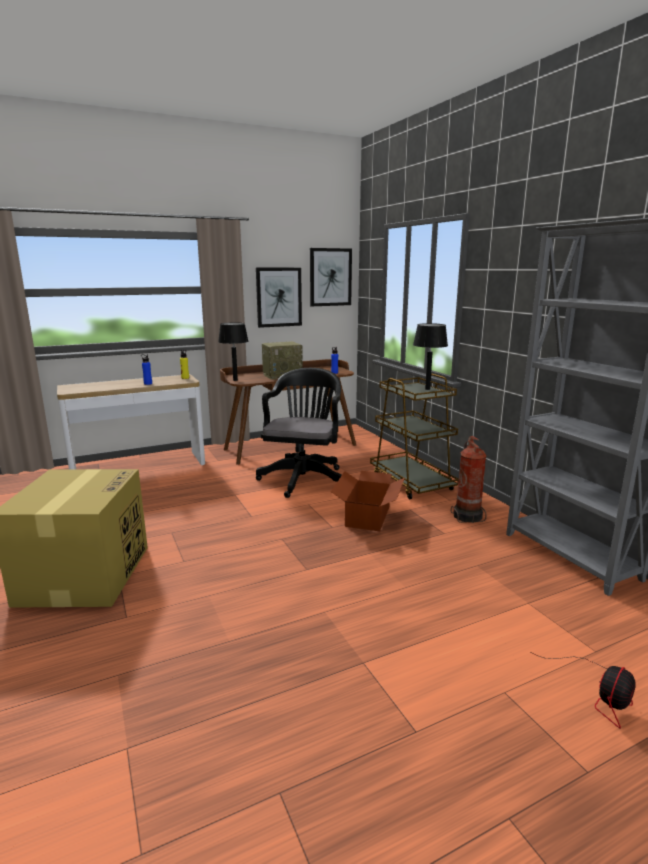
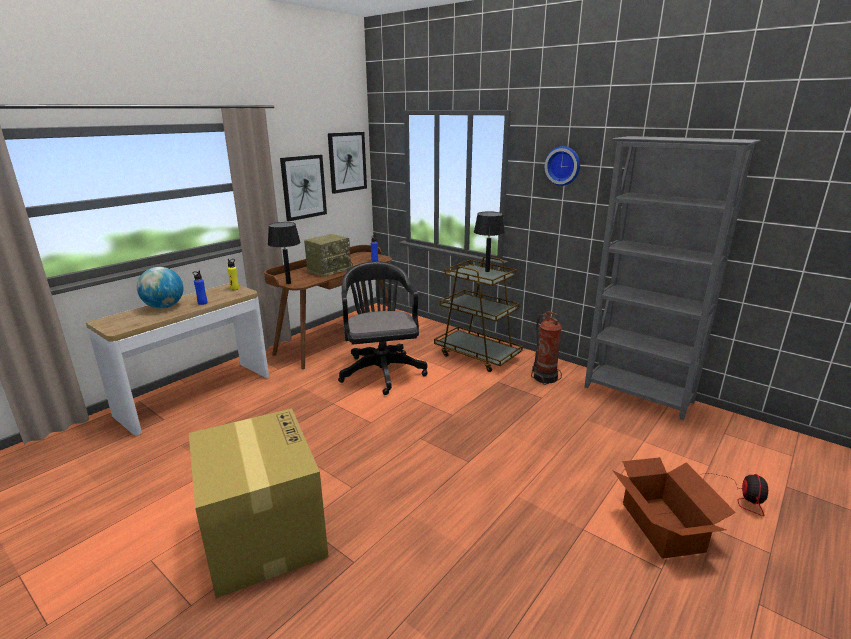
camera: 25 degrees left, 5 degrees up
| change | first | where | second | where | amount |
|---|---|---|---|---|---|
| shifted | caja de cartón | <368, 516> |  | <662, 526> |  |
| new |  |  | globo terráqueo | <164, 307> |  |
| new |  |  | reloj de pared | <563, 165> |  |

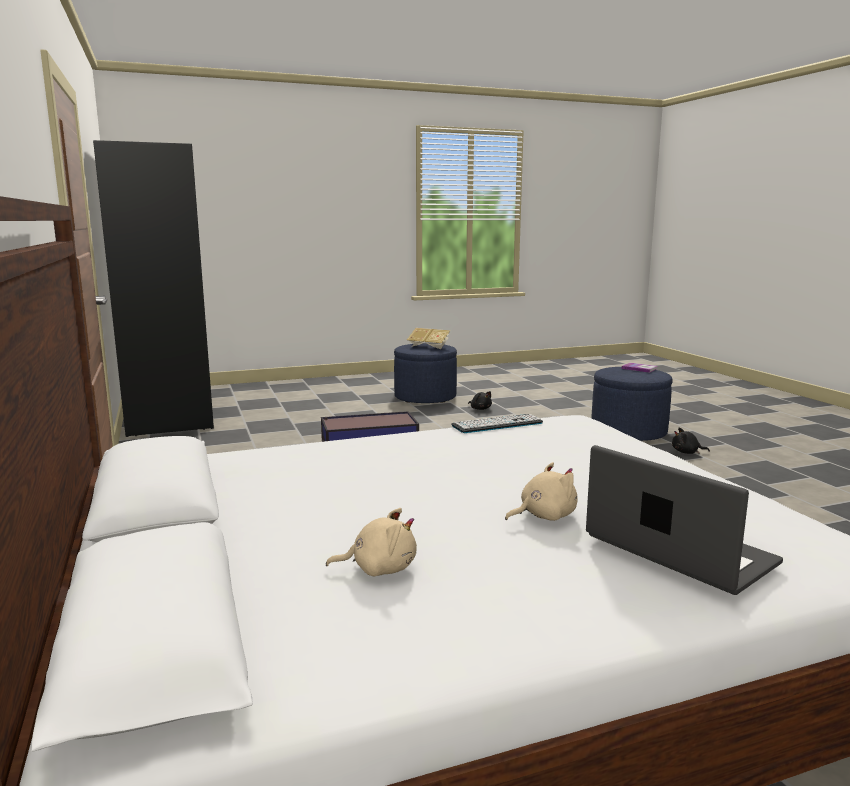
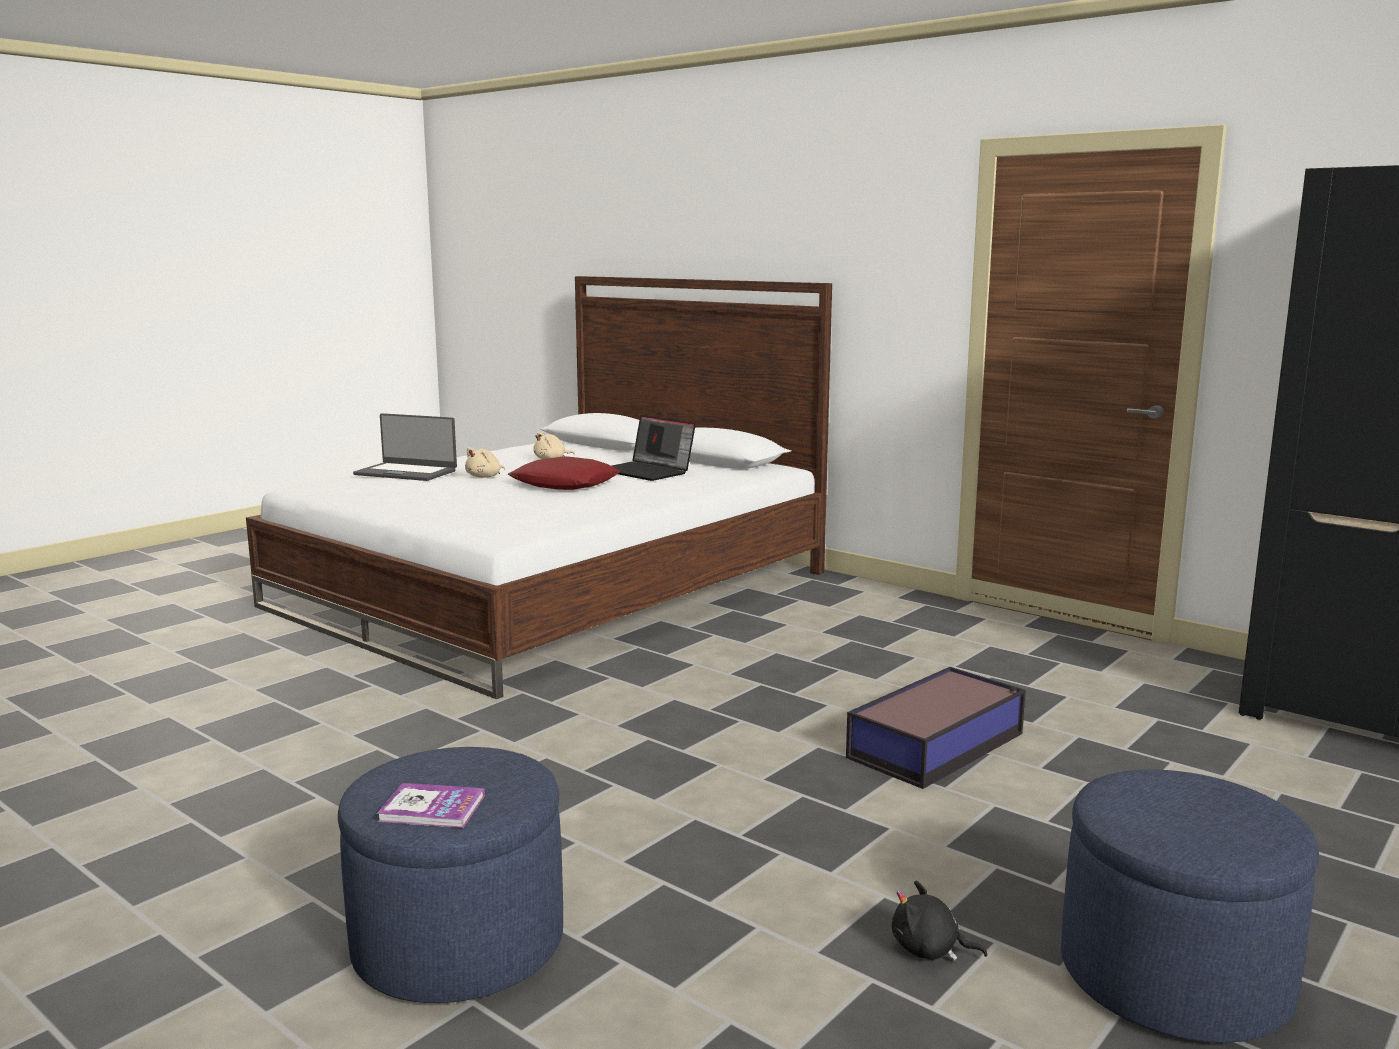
camera: 150 degrees right, 0 degrees up
| change | first | where | second | where | amount |
|---|---|---|---|---|---|
| gone | libro | <429, 347> |  |  |  |
| gone | teclado | <497, 424> |  |  |  |
| gone | peluche [negro] | <687, 452> |  |  |  |
| new |  |  | cojín [rojo] | <564, 484> |  |
| new |  |  | portátil | <648, 472> |  |

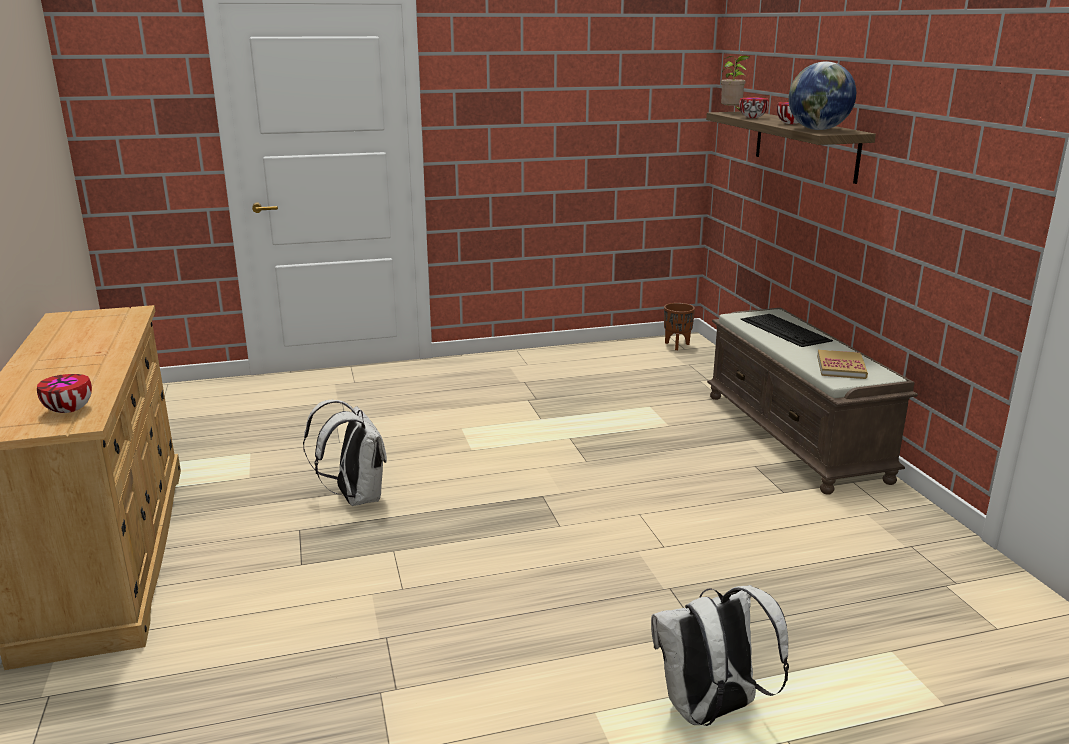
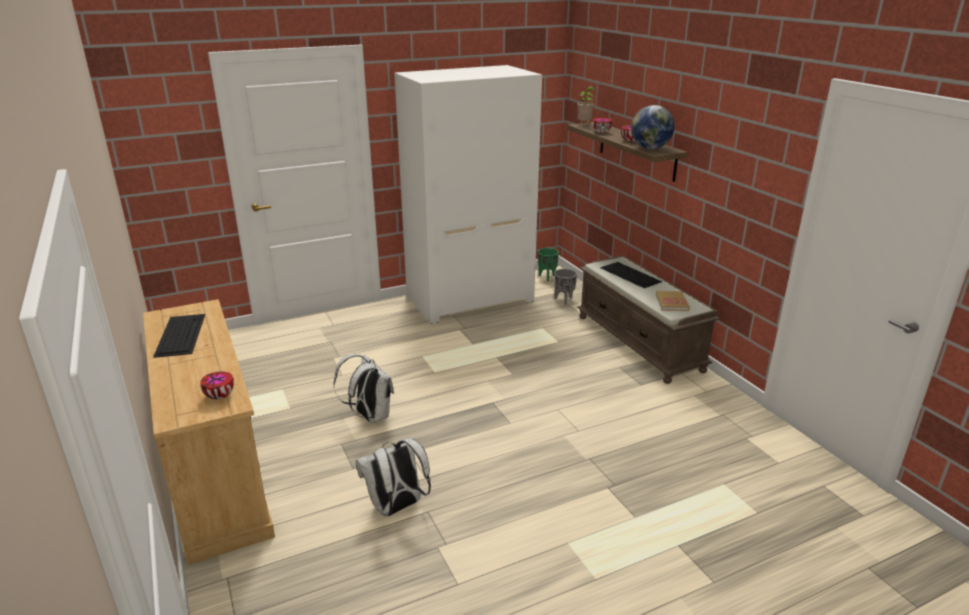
camera: 10 degrees left, 5 degrees up
| change | first | where | second | where | amount |
|---|---|---|---|---|---|
| shifted | mochila [blanco] | <710, 711> |  | <397, 507> |  |
| repainted | maceta [marrón] | <677, 345> | maceta [verde] | <547, 277> |  |
| new |  |  | teclado | <180, 334> |  |
| new |  |  | armario ropero [blanco] | <470, 298> |  |
| new |  |  | maceta [gris] | <564, 300> |  |

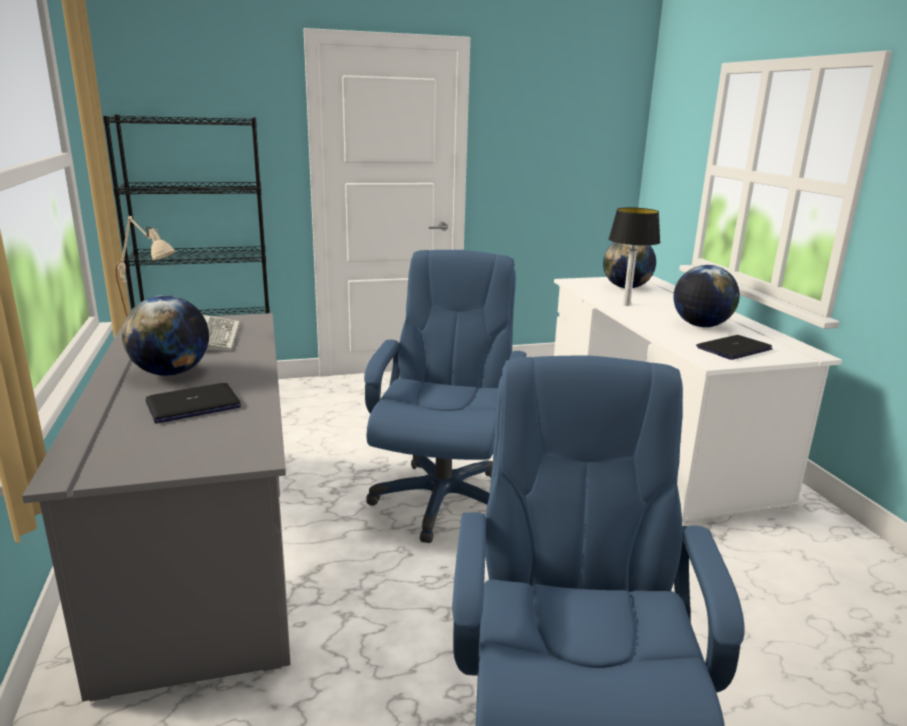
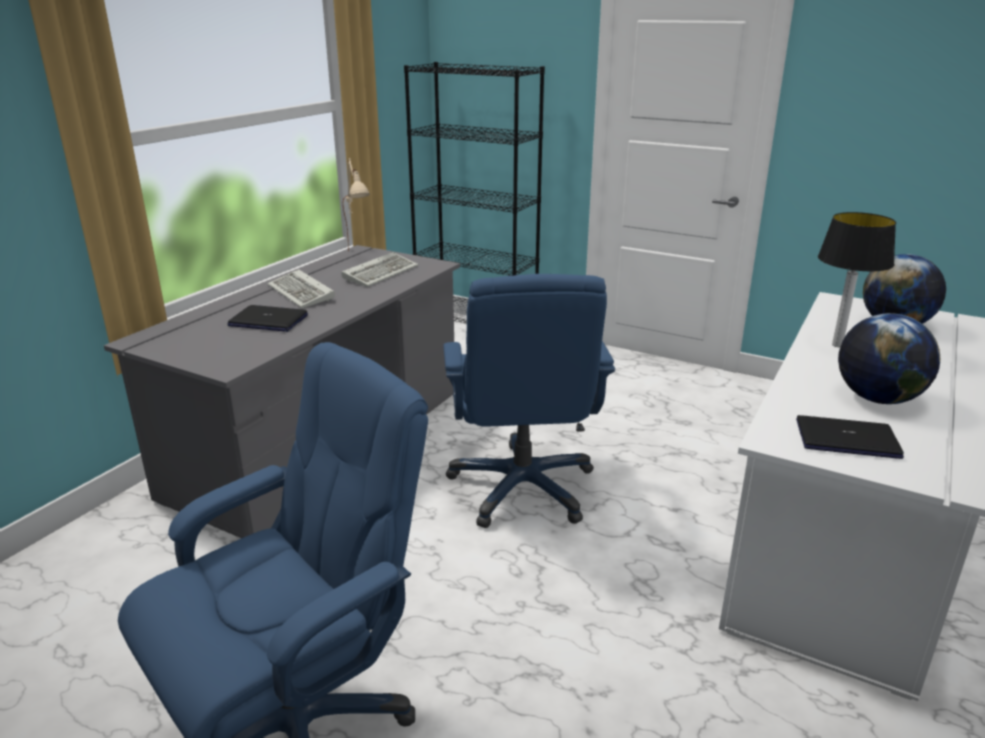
camera: 45 degrees right, 5 degrees up
| change | first | where | second | where | amount |
|---|---|---|---|---|---|
| swapped | globo terráqueo | <171, 373> | teclado | <303, 293> |  |
| rotated | silla de oficina [azul] | <442, 499> |  | <522, 488> | 120 degrees clockwise |

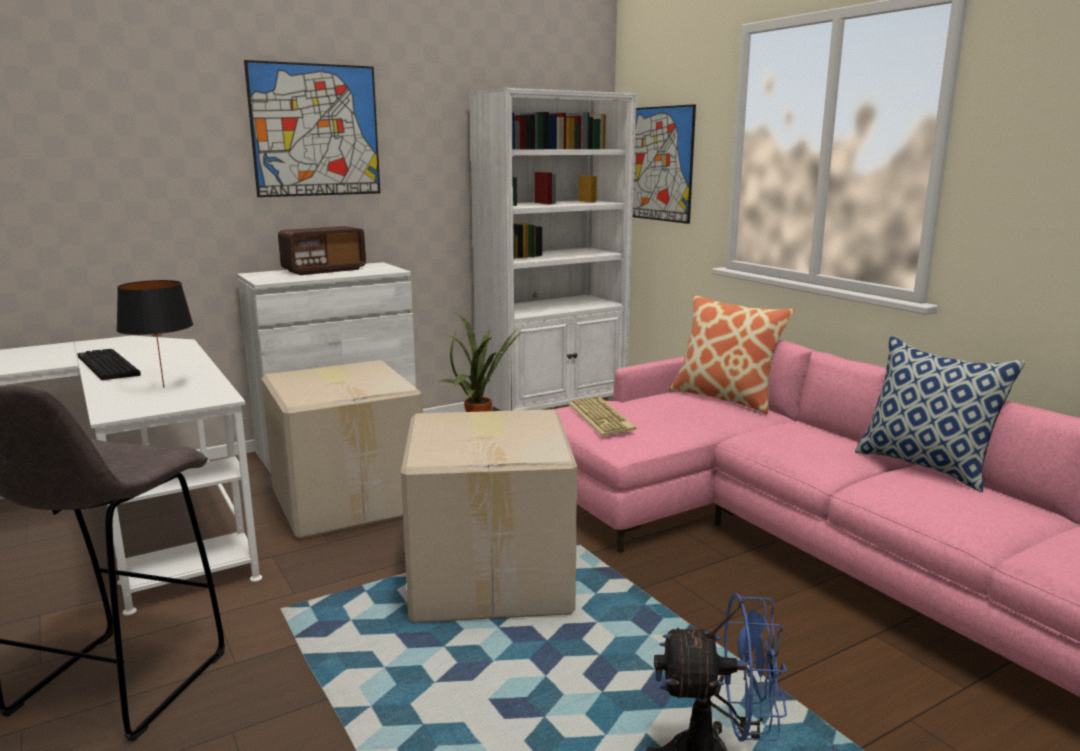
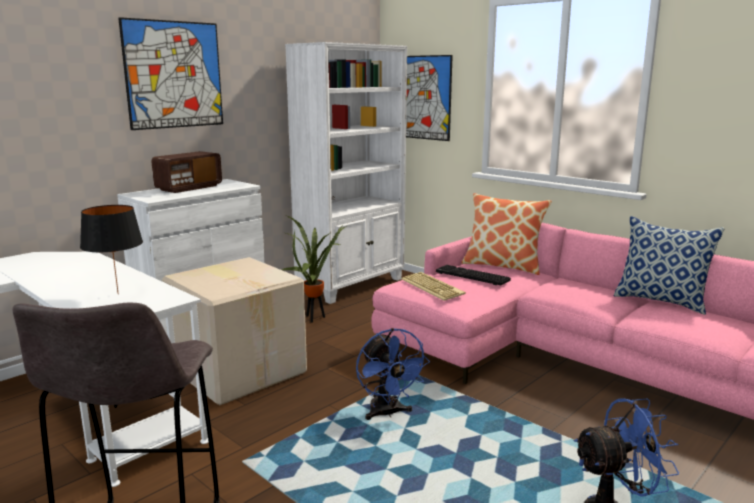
camera: 15 degrees left, 0 degrees up
| change | first | where | second | where | amount |
|---|---|---|---|---|---|
| shifted | teclado | <105, 366> |  | <471, 276> |  |
| swapped | caja de cartón | <492, 577> | ventilador [azul] | <387, 413> |  |

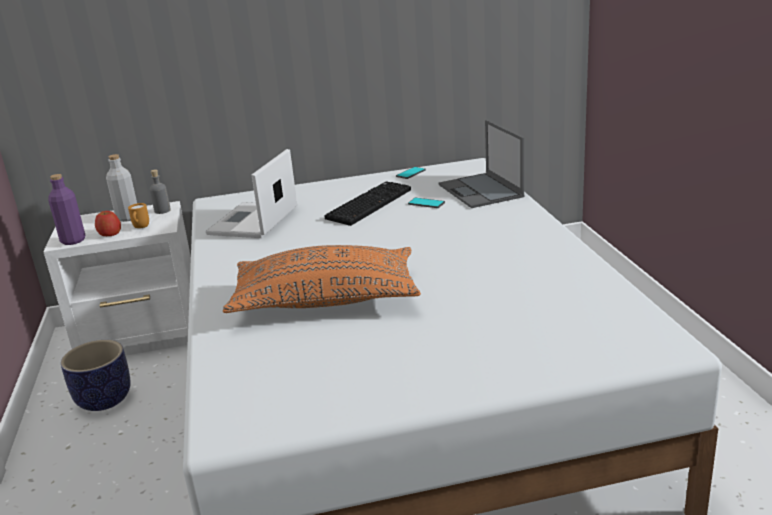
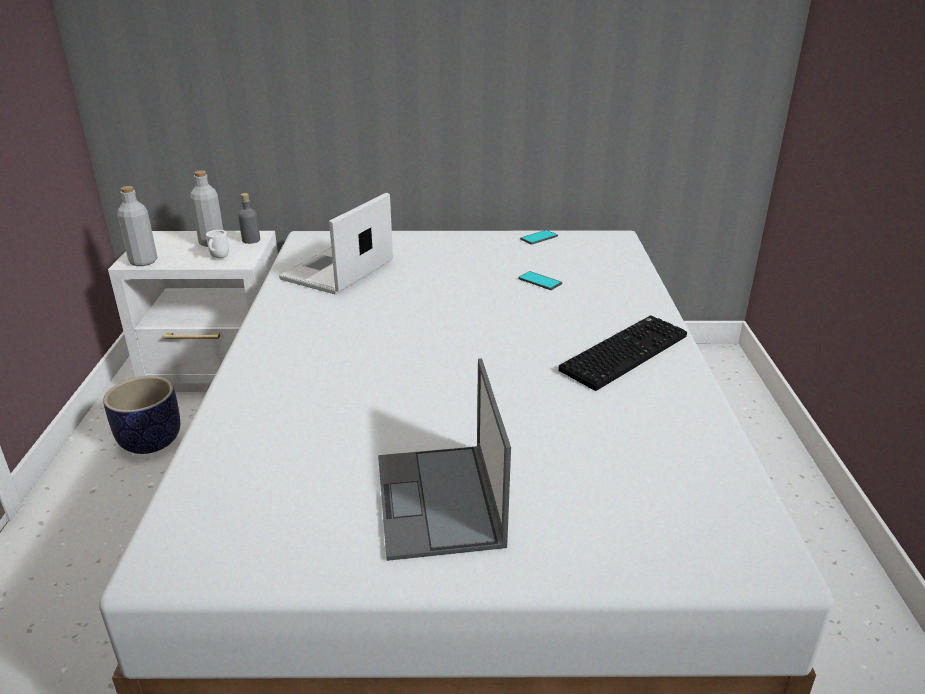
camera: 10 degrees right, 5 degrees up
| change | first | where | second | where | amount |
|---|---|---|---|---|---|
| repainted | botella [morado] | <73, 240> | botella [gris] | <143, 261> |  |
| gone | manzana | <110, 233> |  |  |  |
| repainted | taza grande [naranja] | <141, 228> | taza grande [blanco] | <218, 258> |  |
| gone | cojín [naranja] | <326, 300> |  |  |  |
| shifted | teclado | <368, 204> |  | <623, 352> |  |
| shifted | portátil | <481, 191> |  | <439, 502> |  |

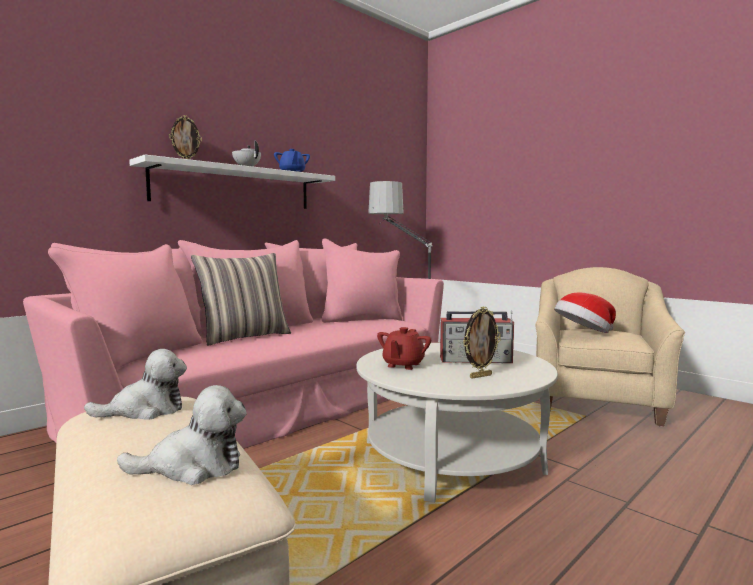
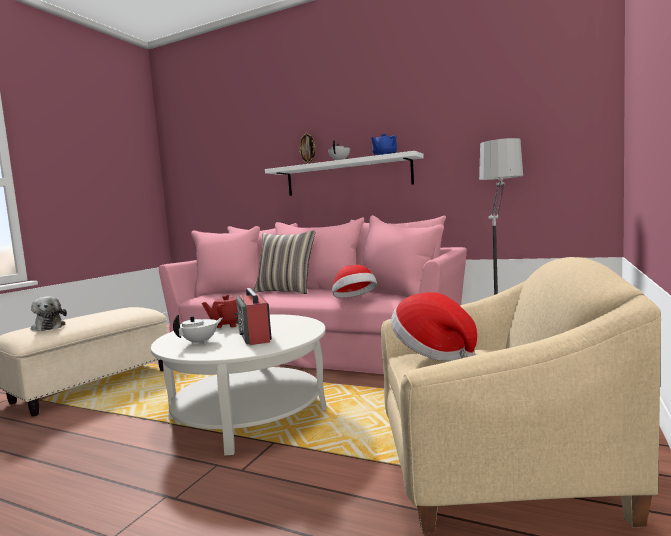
camera: 70 degrees right, 0 degrees up
| change | first | where | second | where | amount |
|---|---|---|---|---|---|
| gone | peluche | <145, 410> |  |  |  |
| swapped | portarretratos | <480, 376> | tetera [blanco] | <200, 342> |  |
| new |  |  | sombrero | <354, 300> |  |

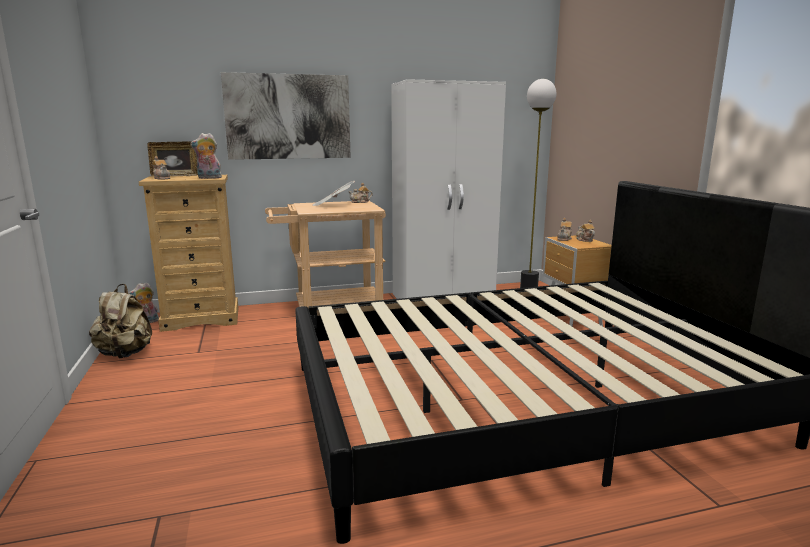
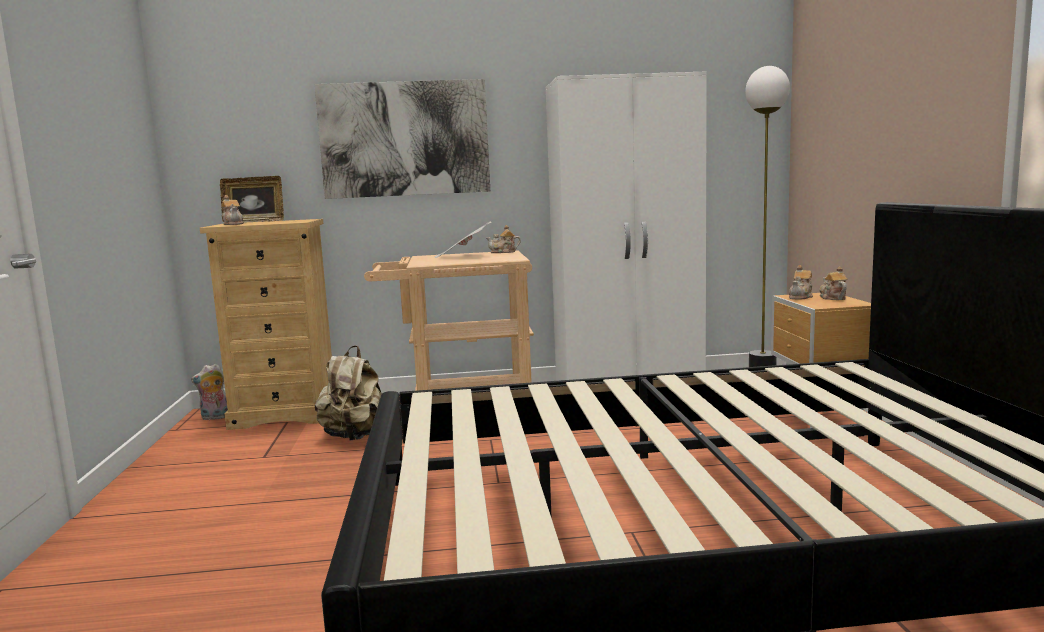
camera: 10 degrees right, 5 degrees down
| change | first | where | second | where | amount |
|---|---|---|---|---|---|
| shifted | mochila [beis] | <125, 354> |  | <354, 437> |  |
| gone | peluche | <208, 178> |  |  |  |

